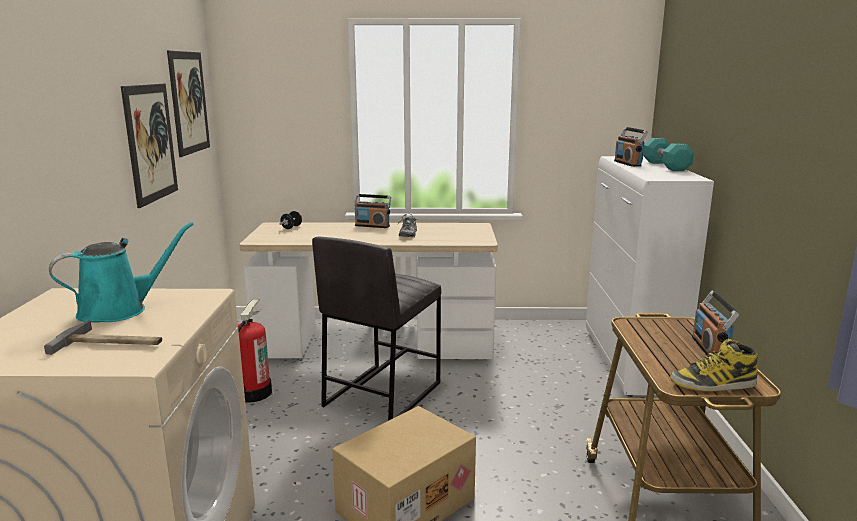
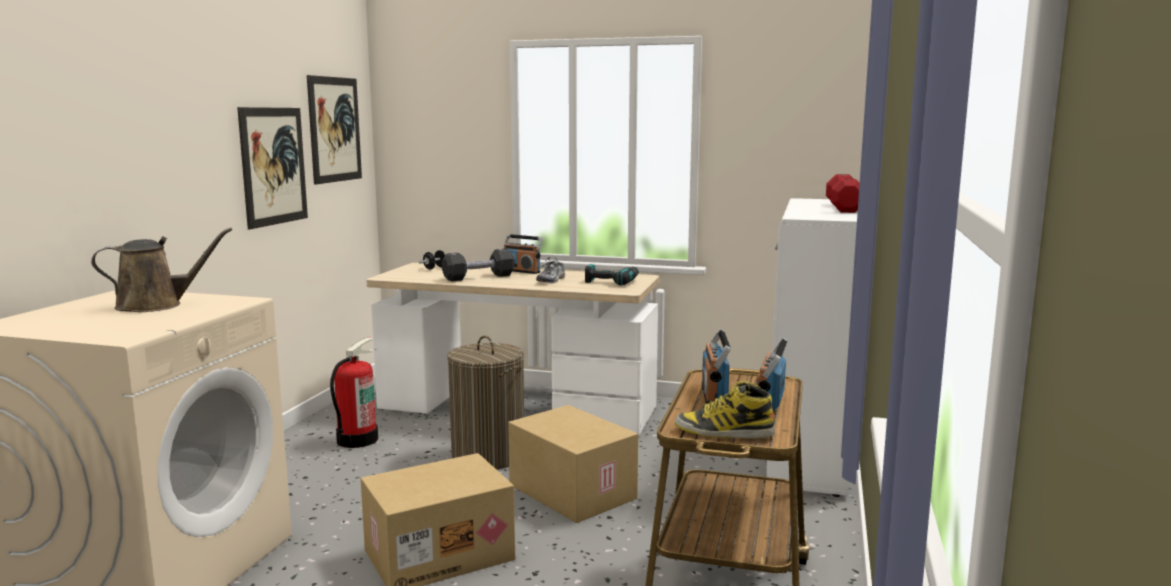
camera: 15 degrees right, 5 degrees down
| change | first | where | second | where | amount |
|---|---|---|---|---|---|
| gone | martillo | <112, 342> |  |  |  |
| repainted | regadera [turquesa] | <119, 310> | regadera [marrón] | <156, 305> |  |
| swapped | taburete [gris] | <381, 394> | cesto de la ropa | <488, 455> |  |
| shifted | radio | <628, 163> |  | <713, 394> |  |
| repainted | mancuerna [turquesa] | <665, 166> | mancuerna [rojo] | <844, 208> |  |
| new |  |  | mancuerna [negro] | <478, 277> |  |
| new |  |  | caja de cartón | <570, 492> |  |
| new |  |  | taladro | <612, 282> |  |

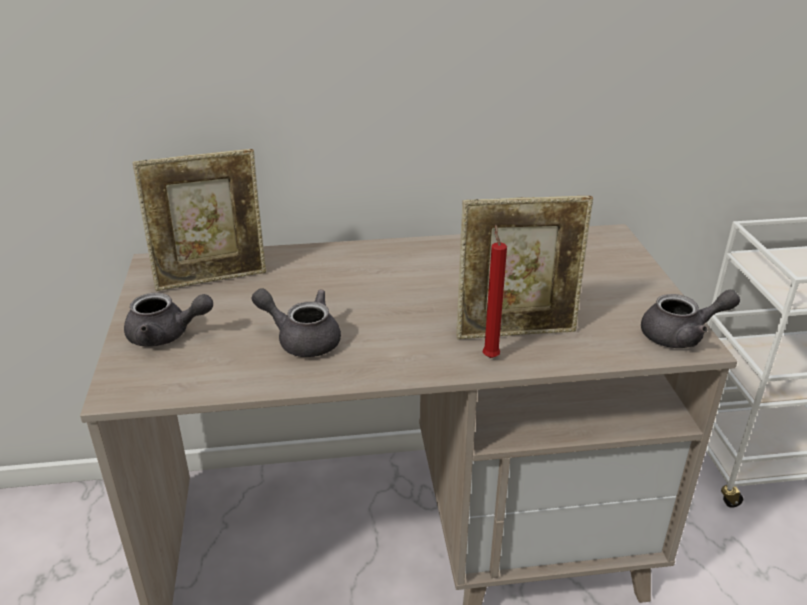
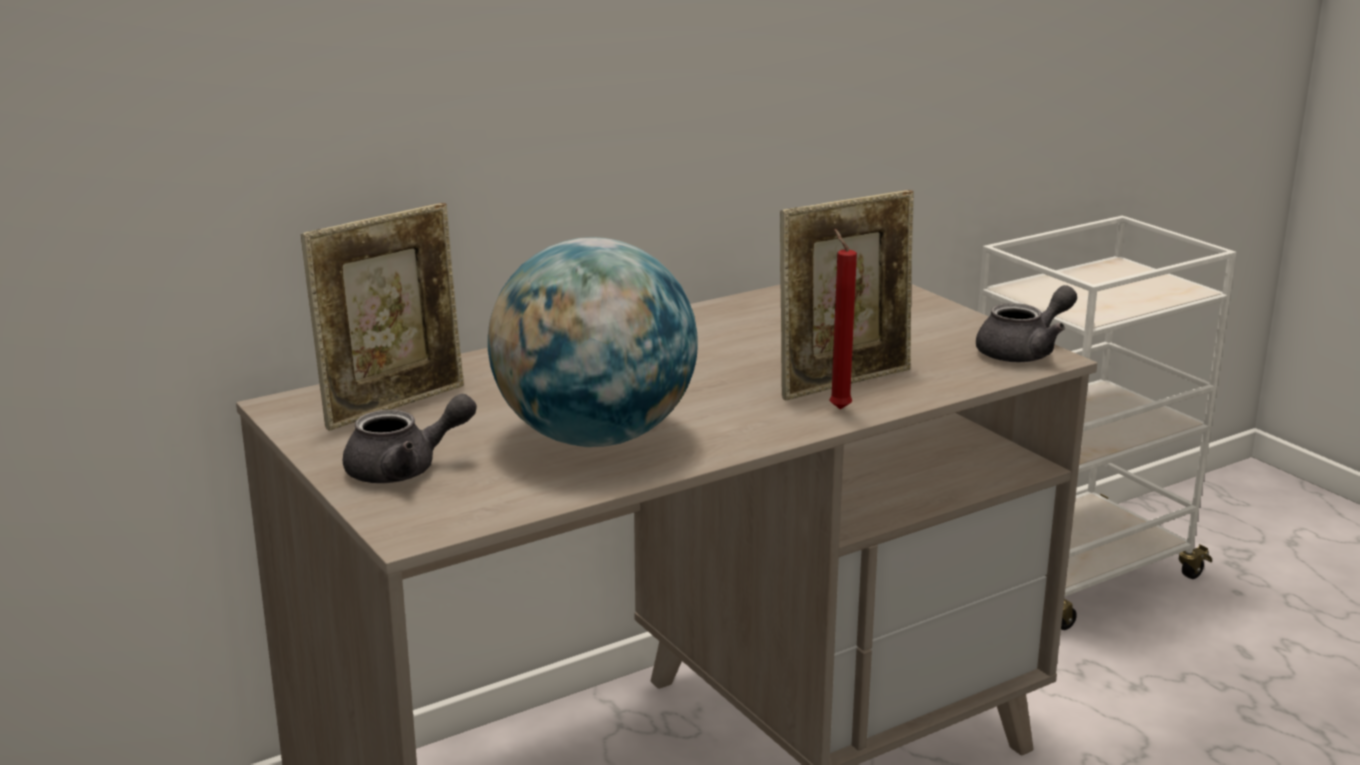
camera: 25 degrees left, 10 degrees down
| change | first | where | second | where | amount |
|---|---|---|---|---|---|
| swapped | tetera [gris] | <302, 339> | globo terráqueo | <594, 437> |  |

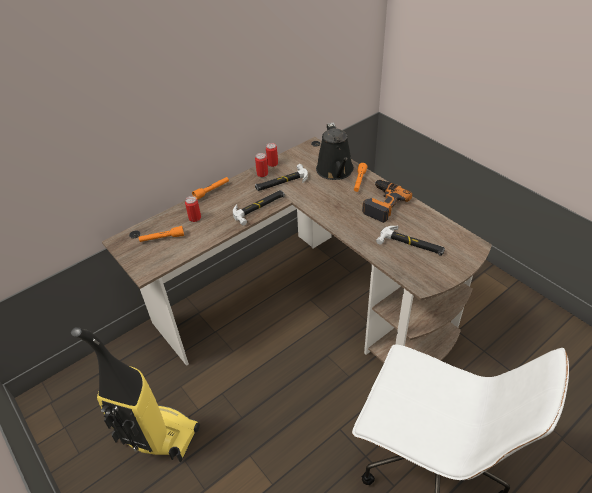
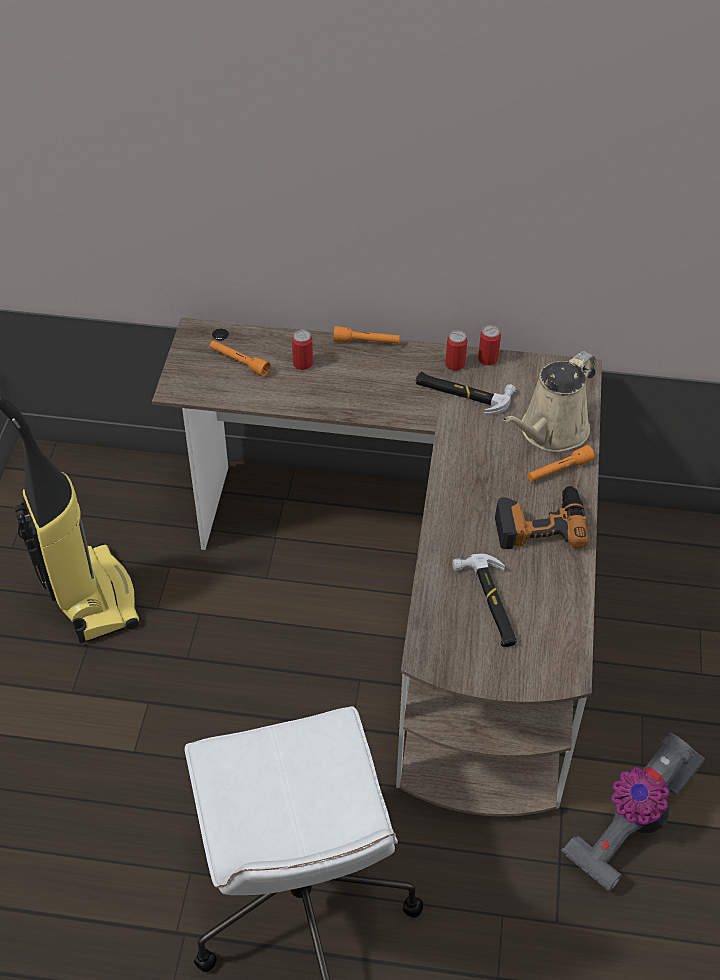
camera: 45 degrees right, 5 degrees up
| change | first | where | second | where | amount |
|---|---|---|---|---|---|
| gone | martillo | <259, 207> |  |  |  |
| repainted | regadera [negro] | <335, 171> | regadera [beis] | <550, 432> |  |
| new |  |  | aspiradora | <631, 825> |  |

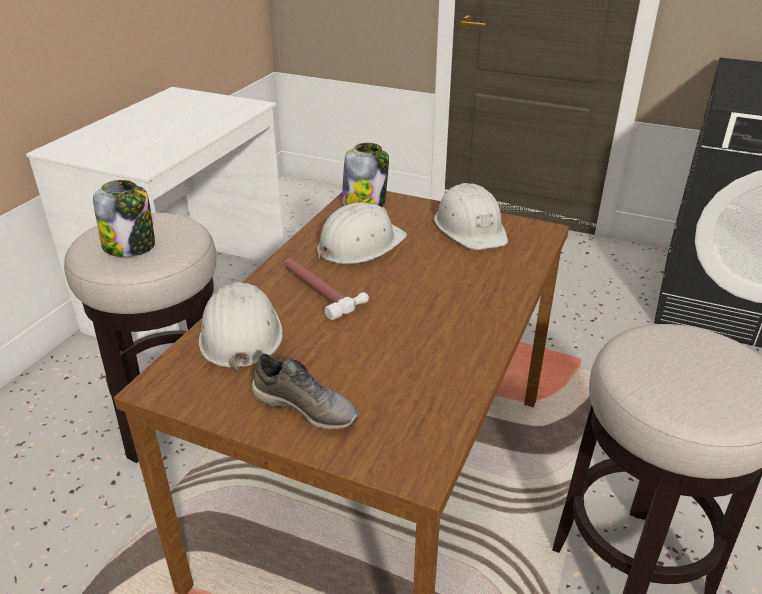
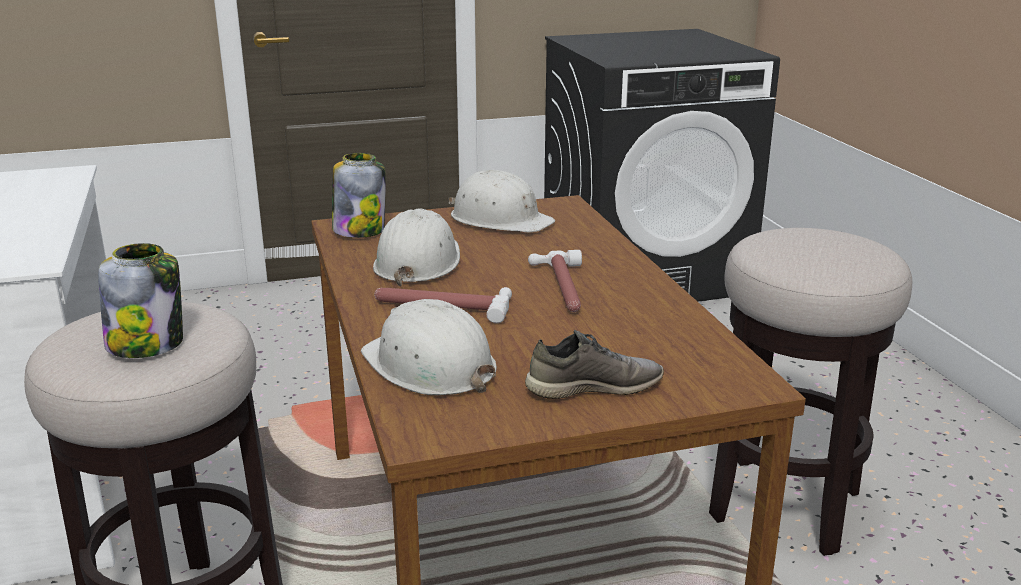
camera: 40 degrees left, 10 degrees down
| change | first | where | second | where | amount |
|---|---|---|---|---|---|
| new |  |  | martillo | <562, 288> |  |

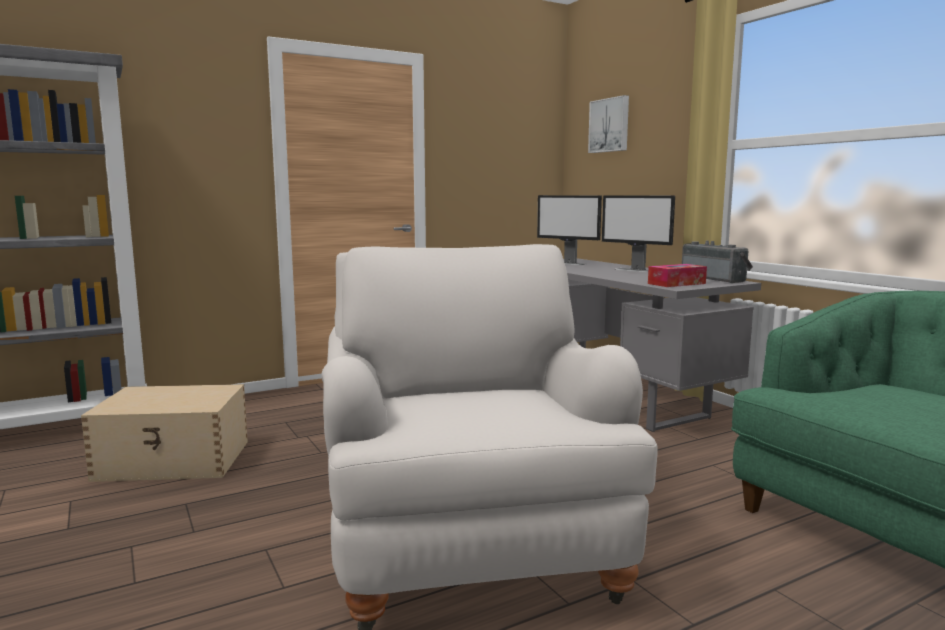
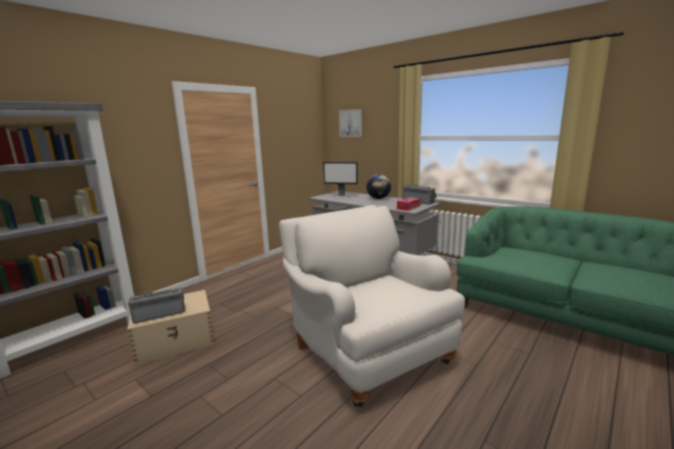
camera: 20 degrees left, 5 degrees up
| change | first | where | second | where | amount |
|---|---|---|---|---|---|
| swapped | monitor | <635, 270> | globo terráqueo | <378, 198> |  |
| new |  |  | radio | <159, 314> |  |

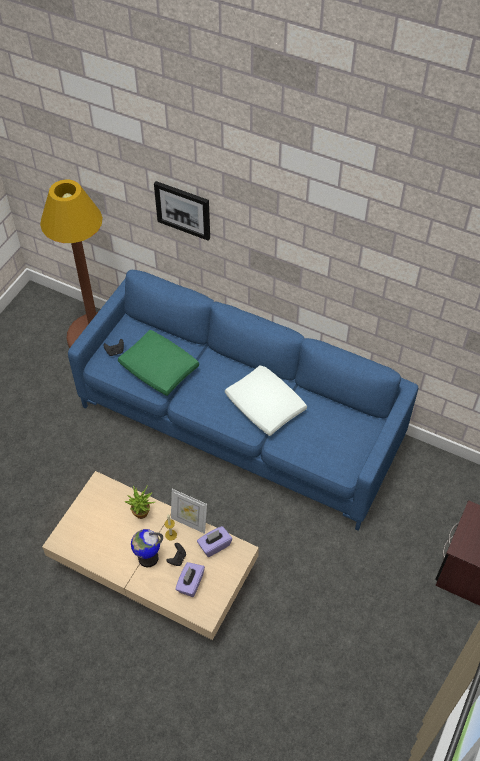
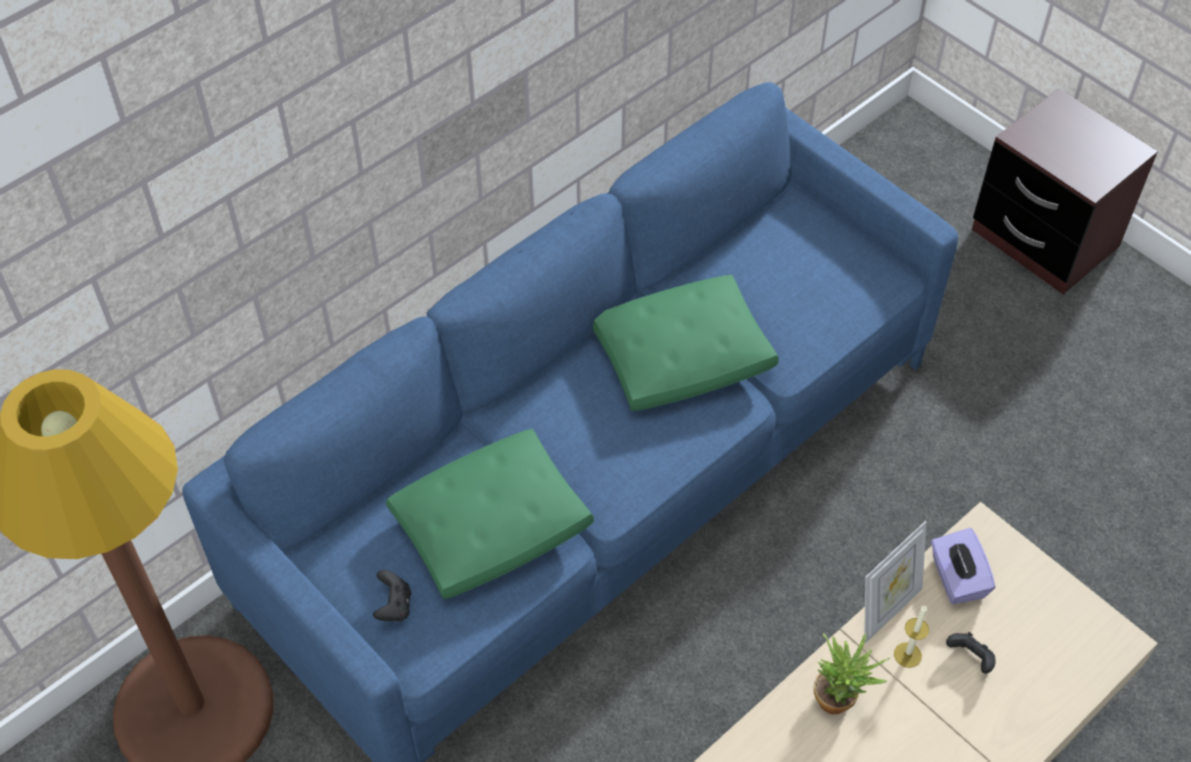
camera: 70 degrees left, 0 degrees up
| change | first | where | second | where | amount |
|---|---|---|---|---|---|
| gone | globo terráqueo | <148, 557> |  |  |  |
| gone | cuadro | <183, 209> |  |  |  |
| gone | caja de pañuelos [morado] | <190, 583> |  |  |  |
| repainted | cojín [blanco] | <265, 406> | cojín [verde] | <683, 356> |  |

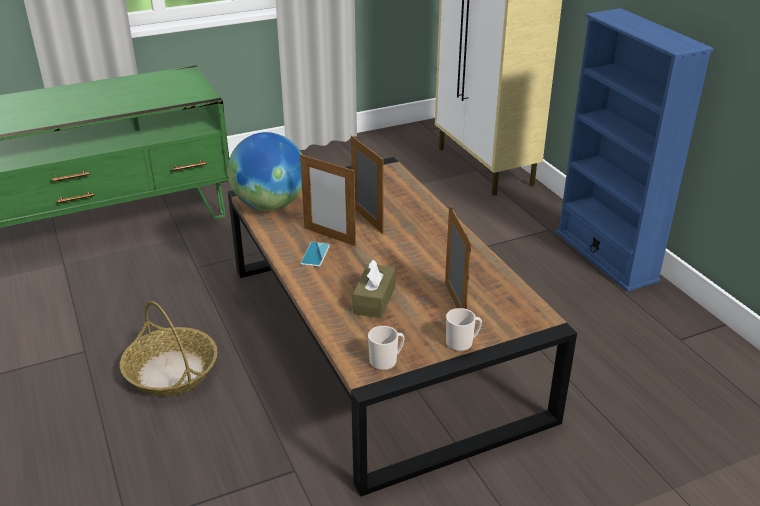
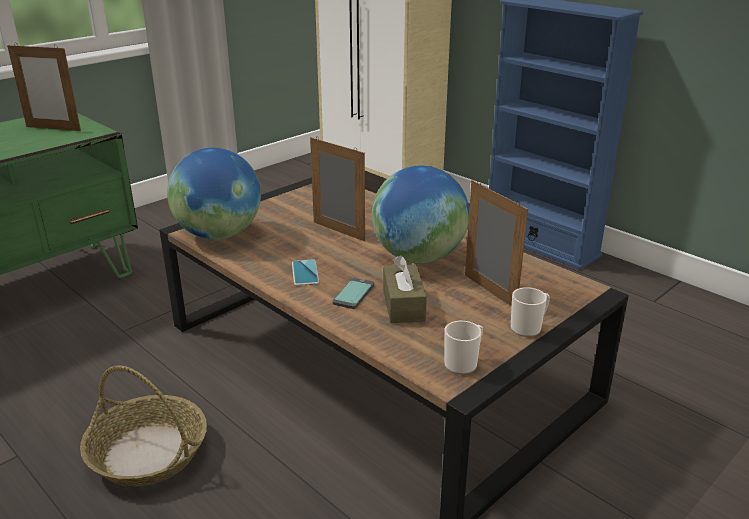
camera: 20 degrees left, 5 degrees down
| change | first | where | second | where | amount |
|---|---|---|---|---|---|
| shifted | portarretratos | <329, 236> |  | <53, 128> |  |
| new |  |  | móvil | <353, 294> |  |
| new |  |  | globo terráqueo | <419, 257> |  |

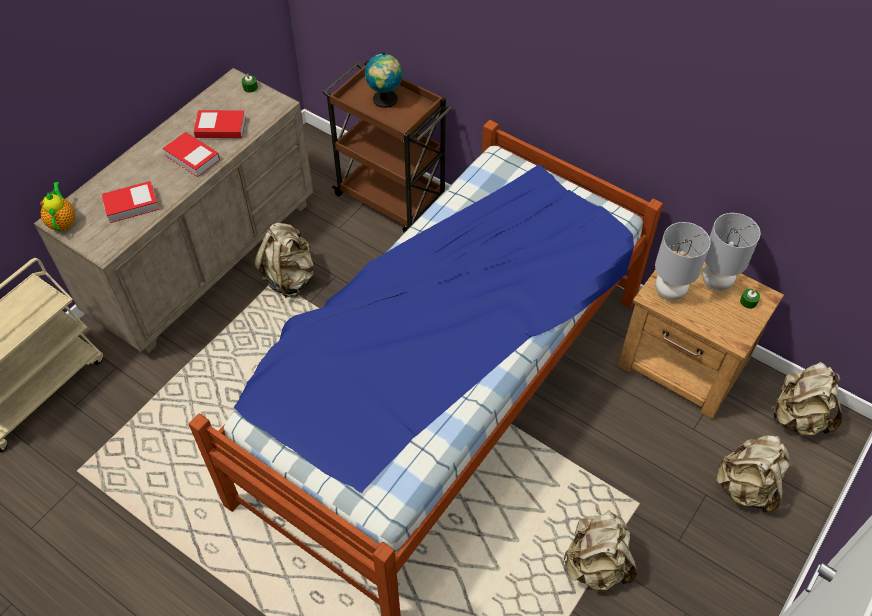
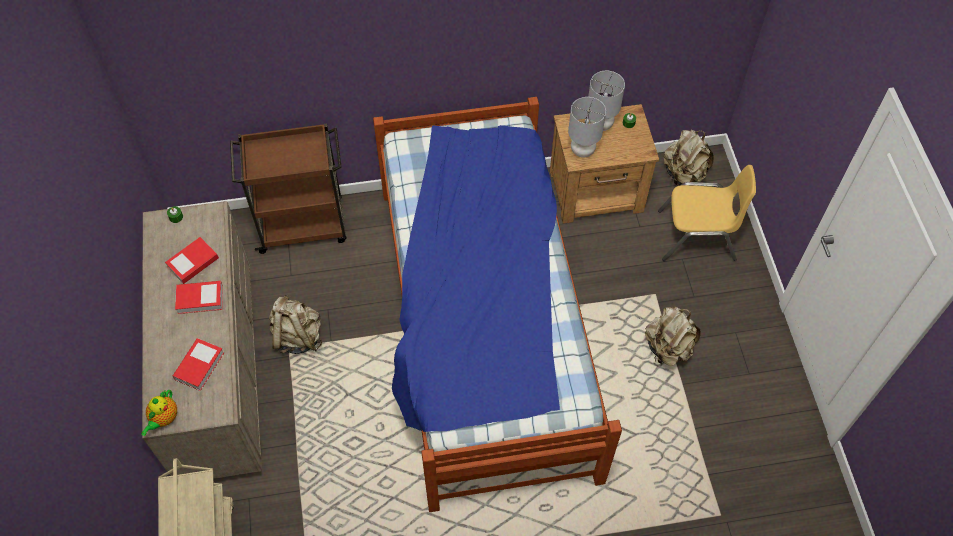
camera: 45 degrees left, 5 degrees up
| change | first | where | second | where | amount |
|---|---|---|---|---|---|
| rotated | tetera | <63, 222> |  | <164, 418> | 105 degrees counterclockwise |
| gone | globo terráqueo | <385, 100> |  |  |  |
| swapped | mochila [beis] | <746, 487> | silla [amarillo] | <697, 236> |  |

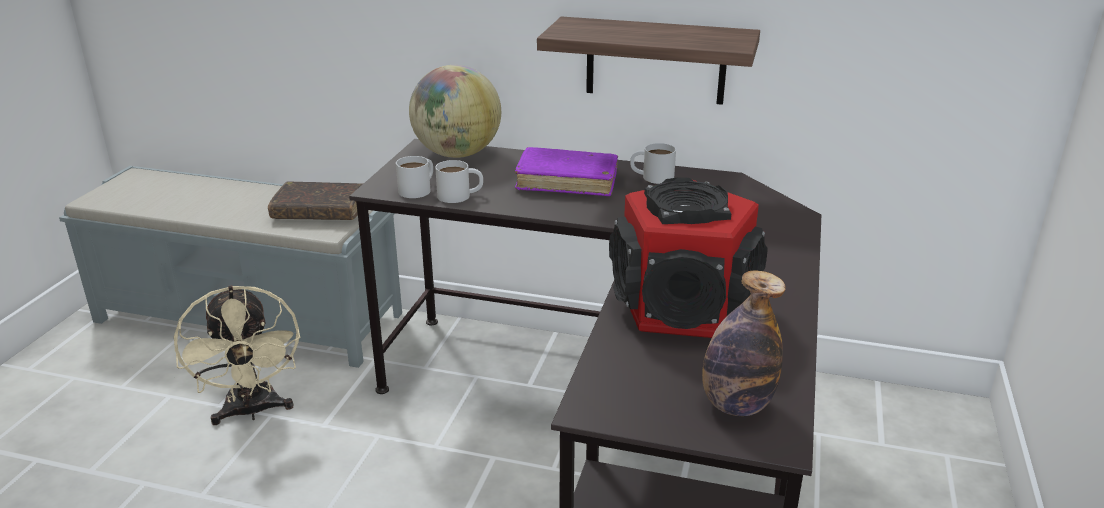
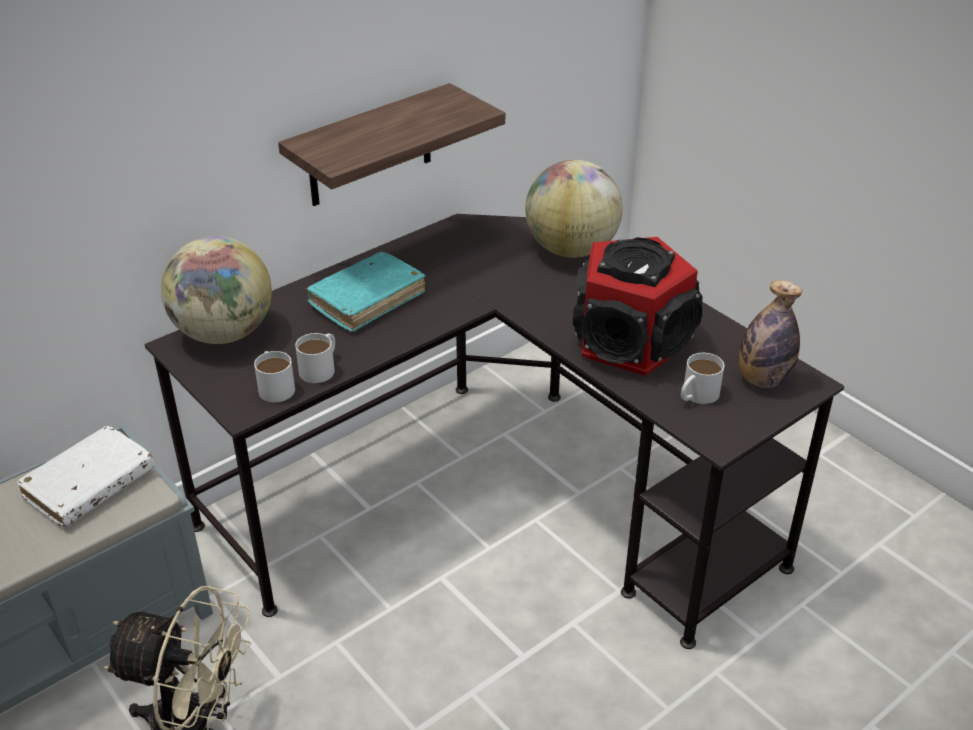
camera: 55 degrees left, 10 degrees up
| change | first | where | second | where | amount |
|---|---|---|---|---|---|
| repainted | libro [marrón] | <320, 211> | libro [blanco] | <90, 485> |  |
| repainted | libro [morado] | <567, 182> | libro [turquesa] | <367, 300> |  |
| shifted | taza grande [blanco] | <651, 177> |  | <696, 395> |  |
| new |  |  | globo terráqueo | <571, 249> |  |

